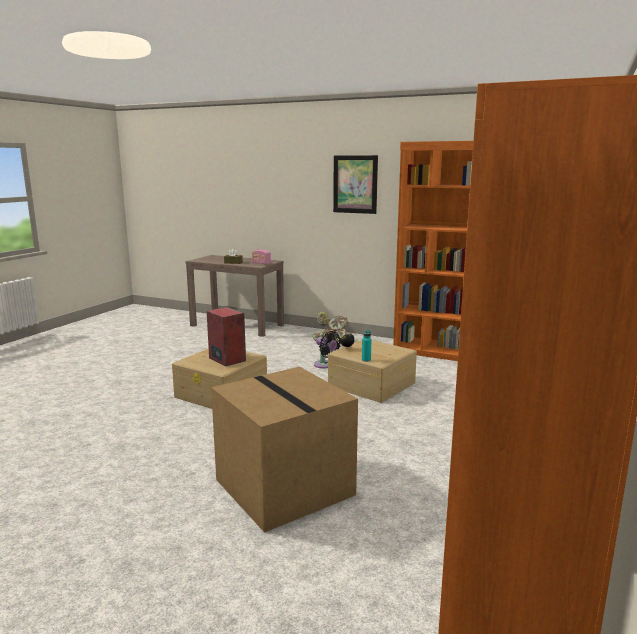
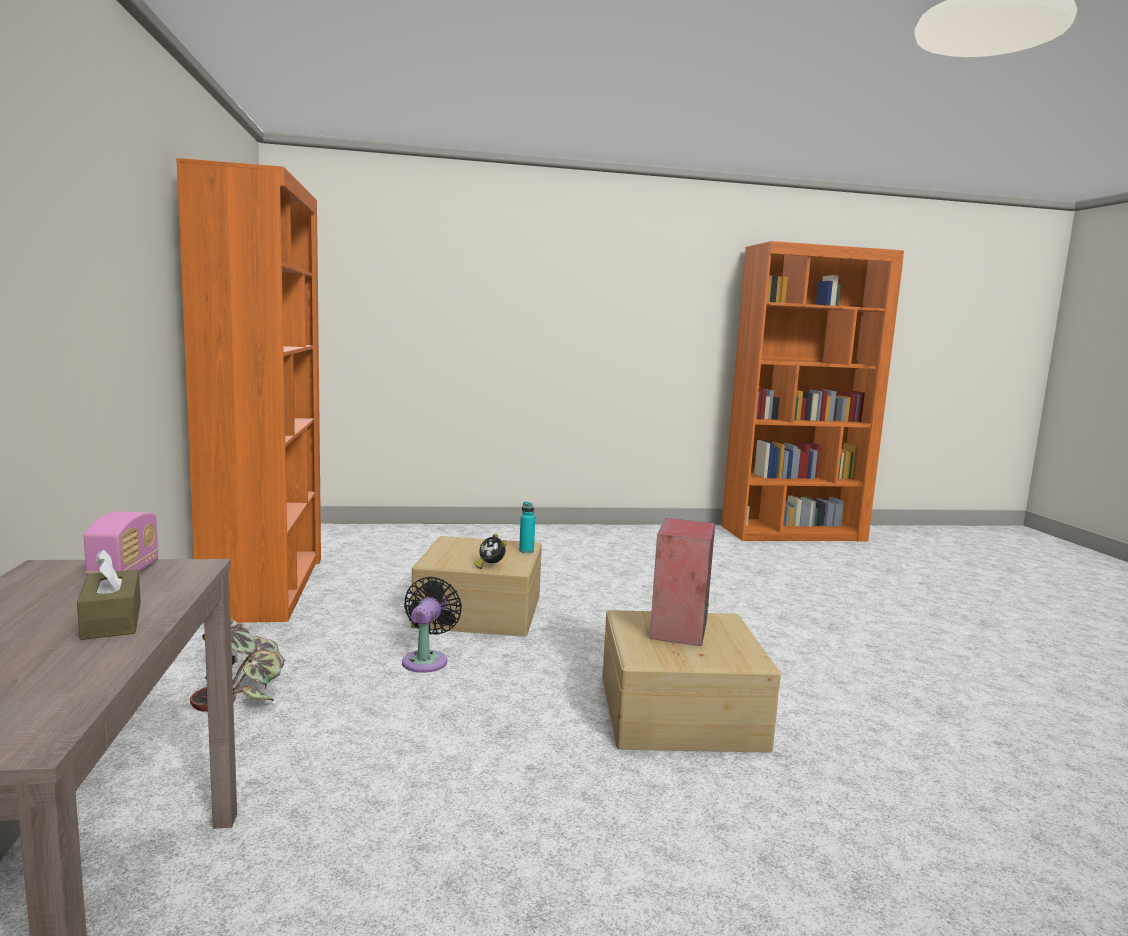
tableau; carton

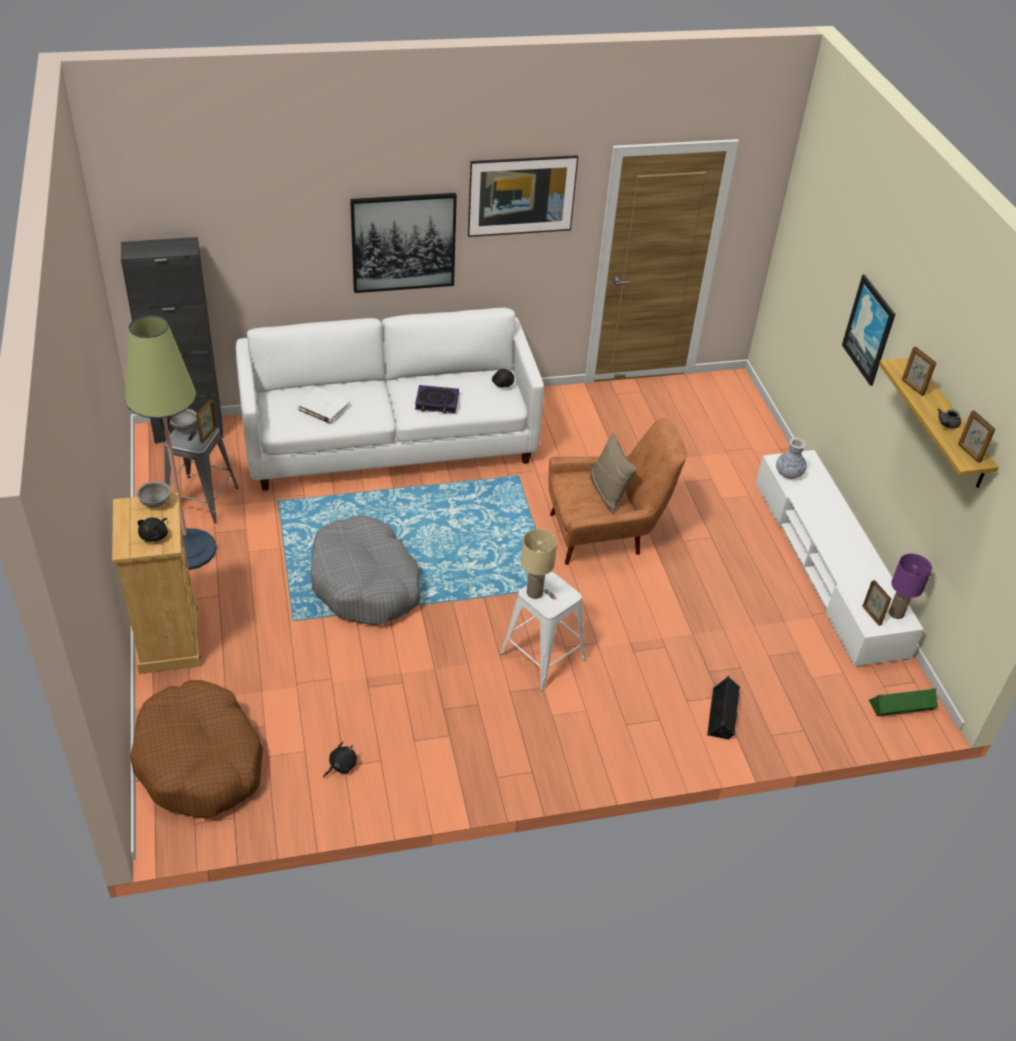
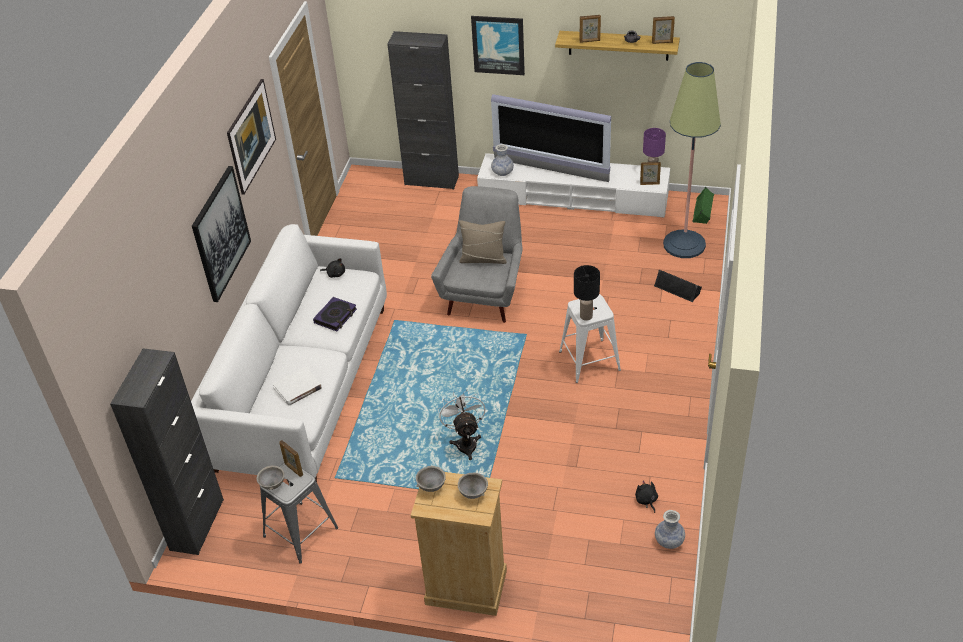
lampadaire; fauteuil/gris; ventilateur/blanc; bol/gris (no. 3 from left); lampe de table/noir; panier pour chien/marron; meuble de rangement/noir (no. 2 from left); téléviseur; vase (no. 2 from left)

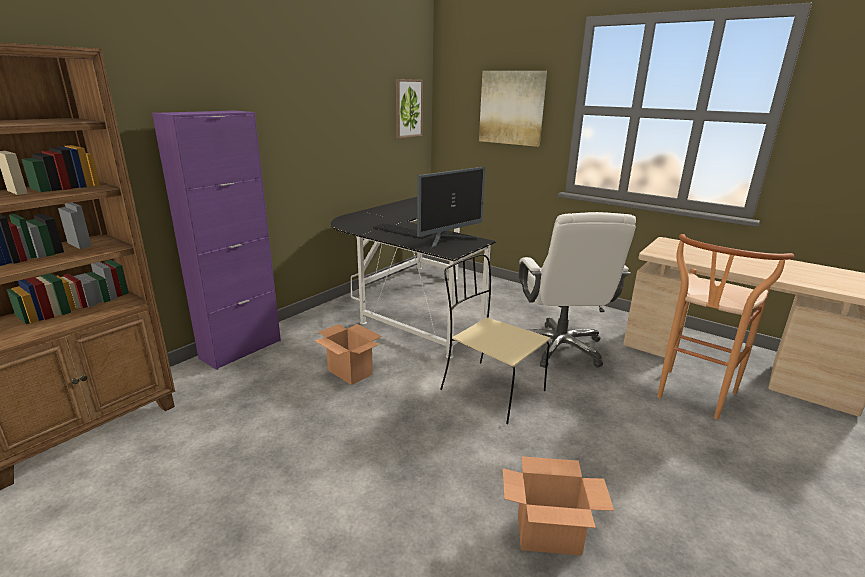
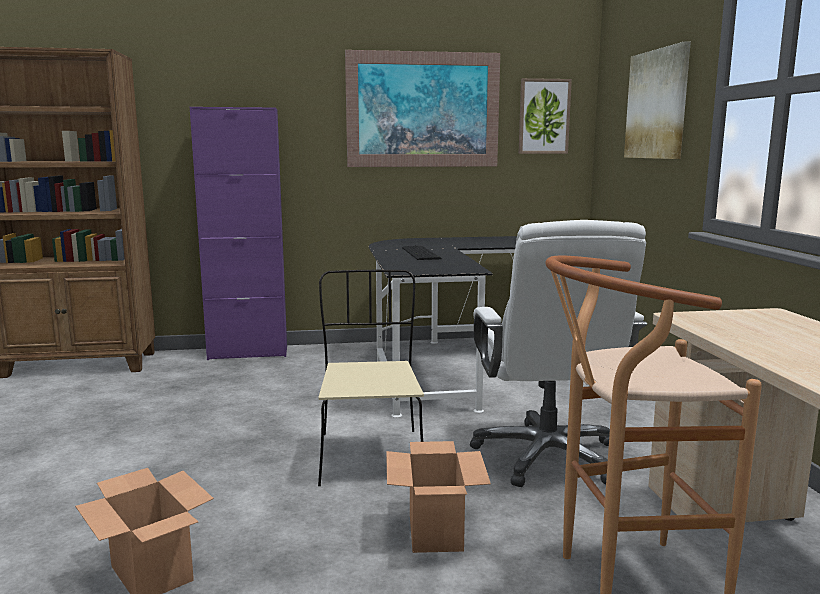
écran d'ordinateur; chaise de bureau/blanc; carton (no. 2 from left); tableau (no. 1 from left)

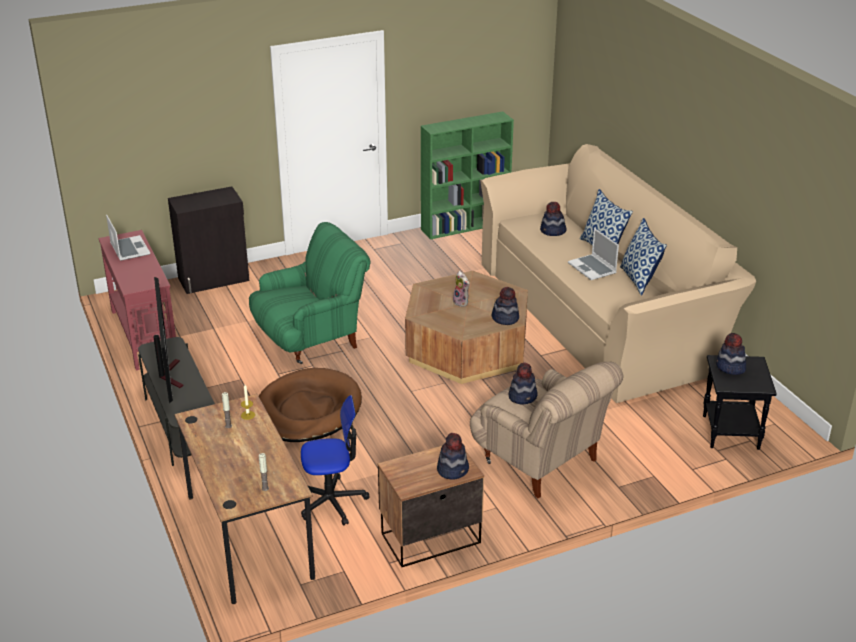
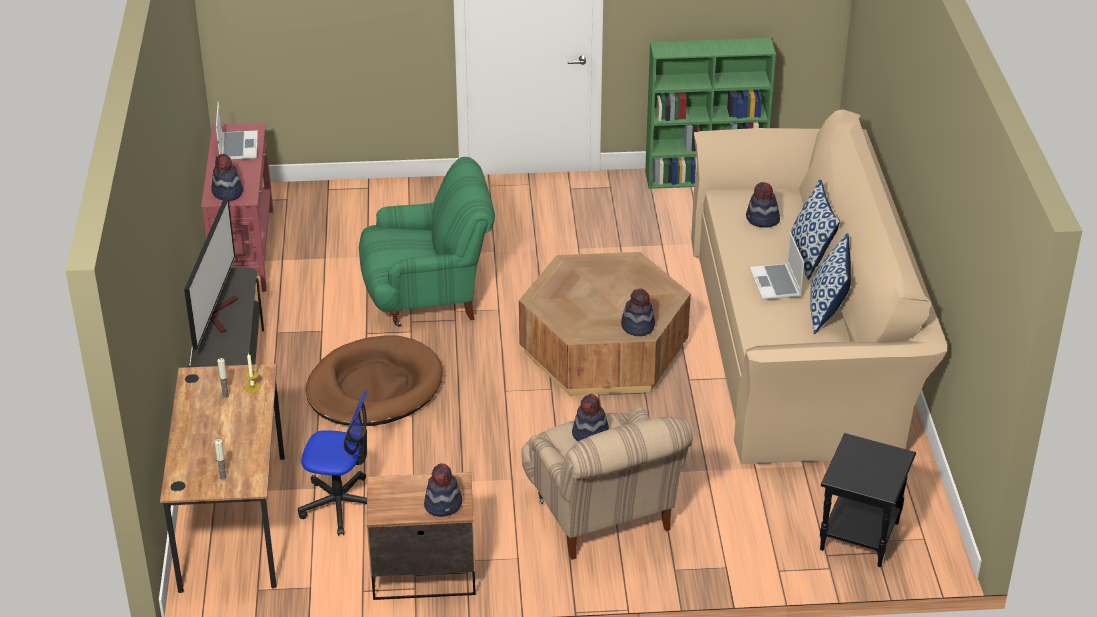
meuble de rangement/noir; peluche; chapeau (no. 1 from left)

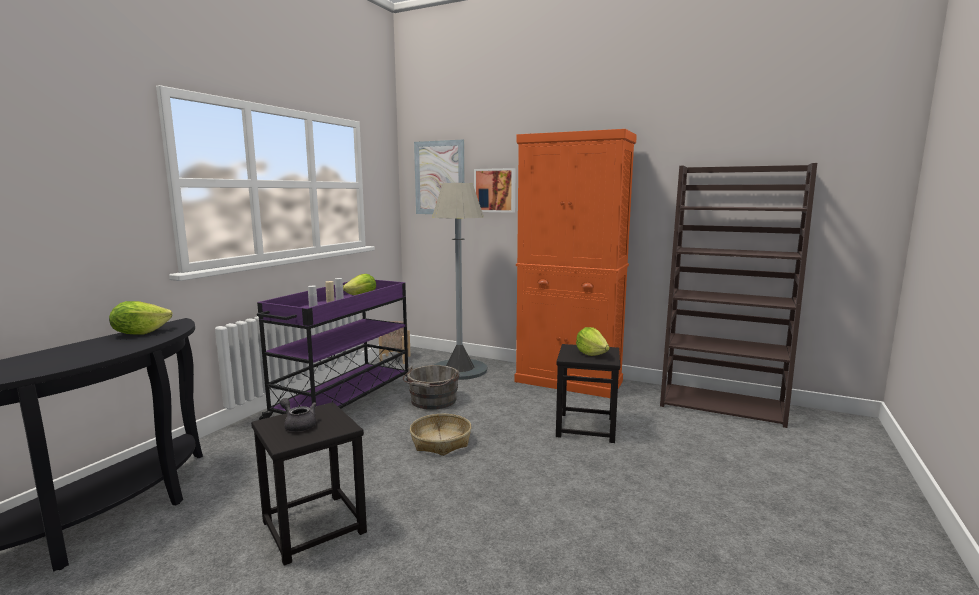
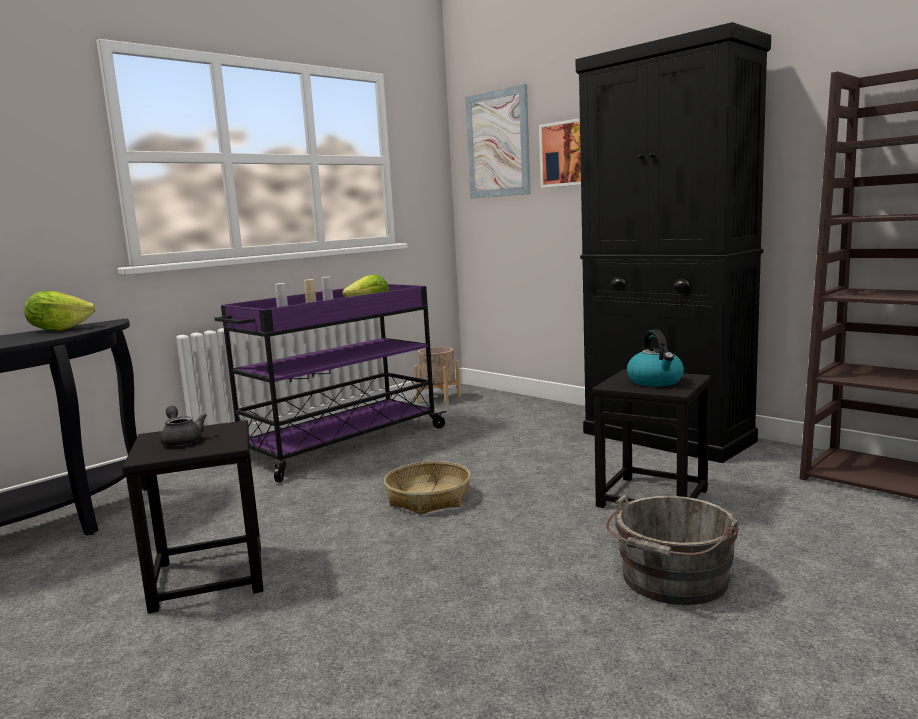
meuble de rangement/noir; lampadaire/gris; bouilloire; seau/gris

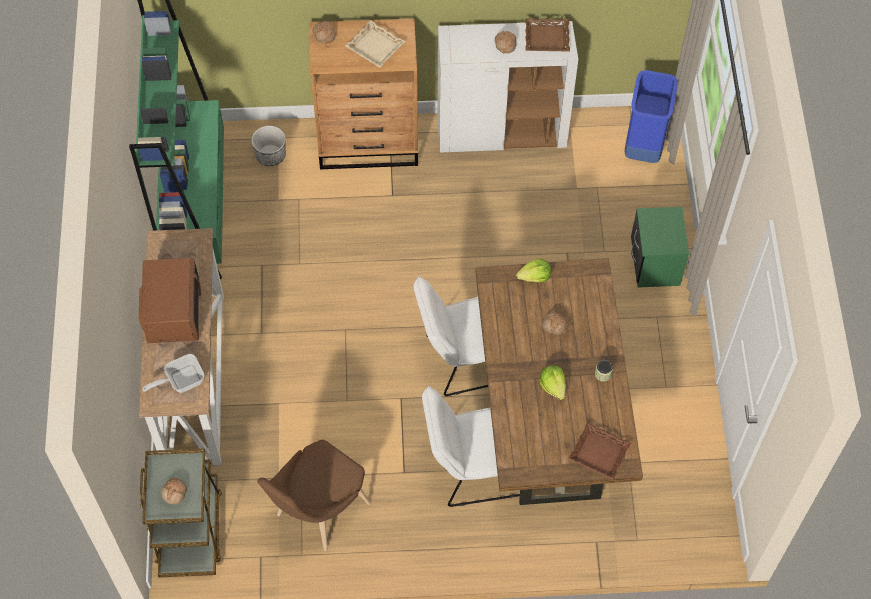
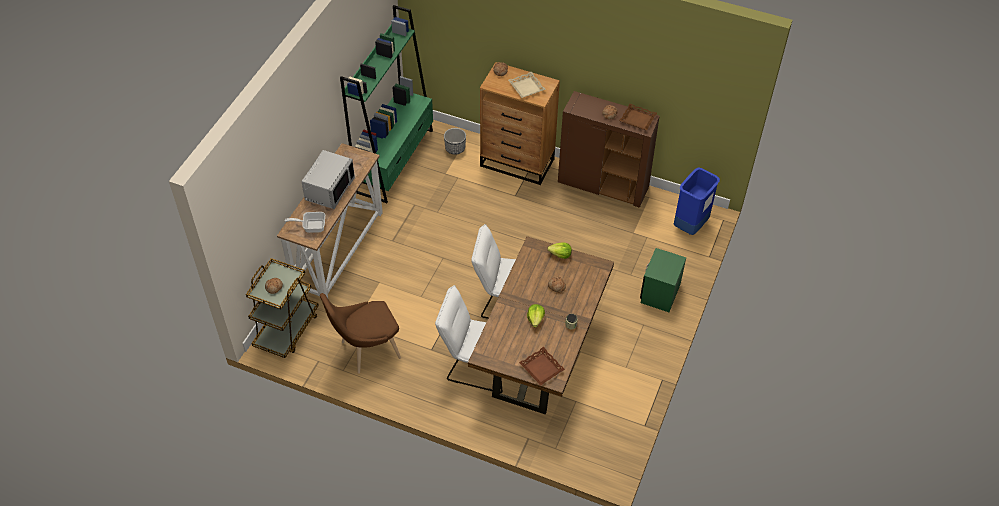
meuble de rangement/marron; micro-ondes/gris

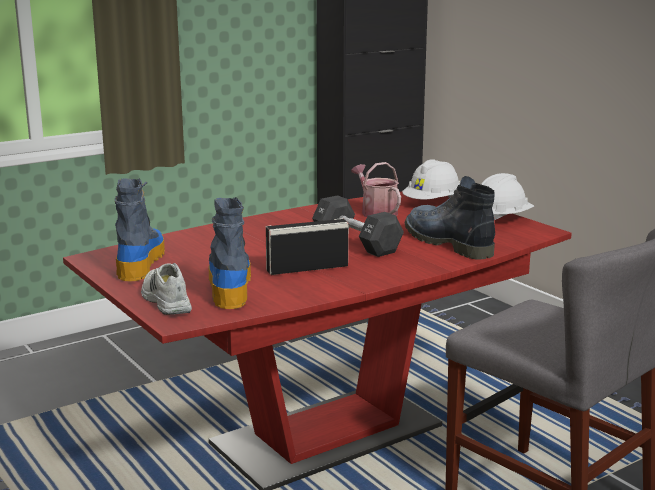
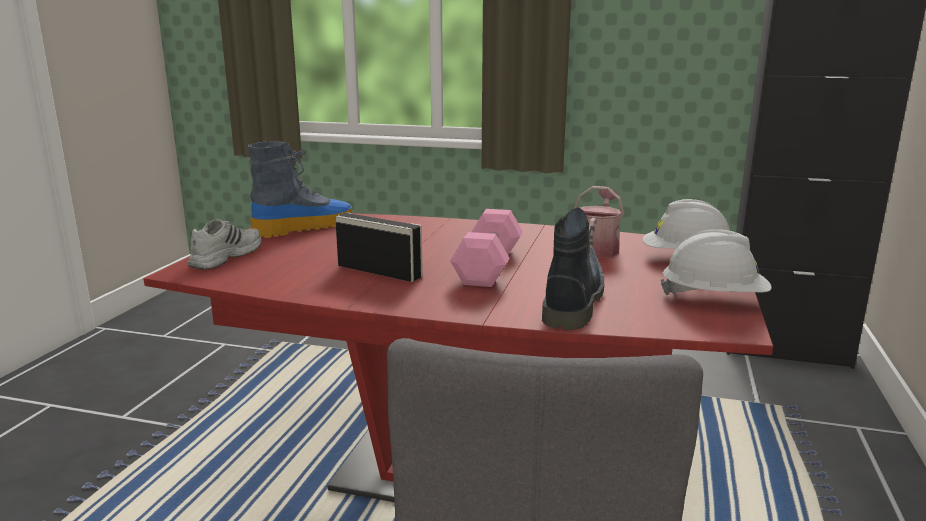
haltère/rose; botte (no. 2 from left in the first image)

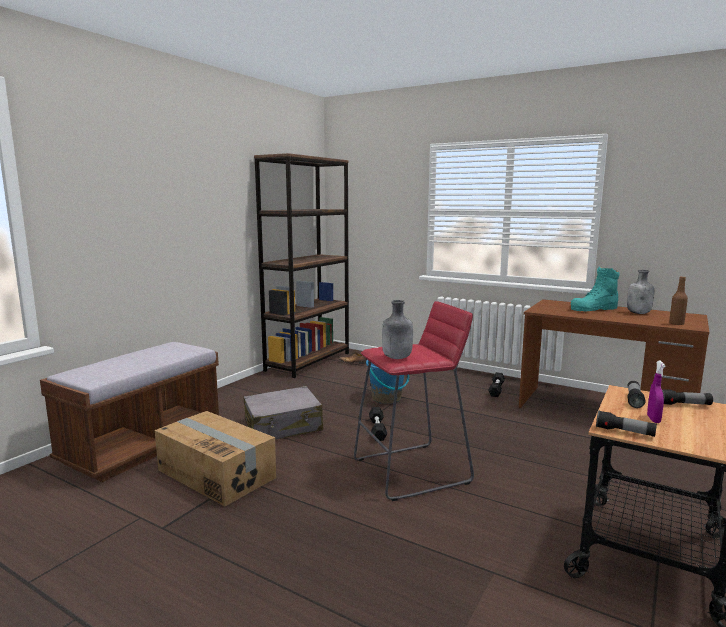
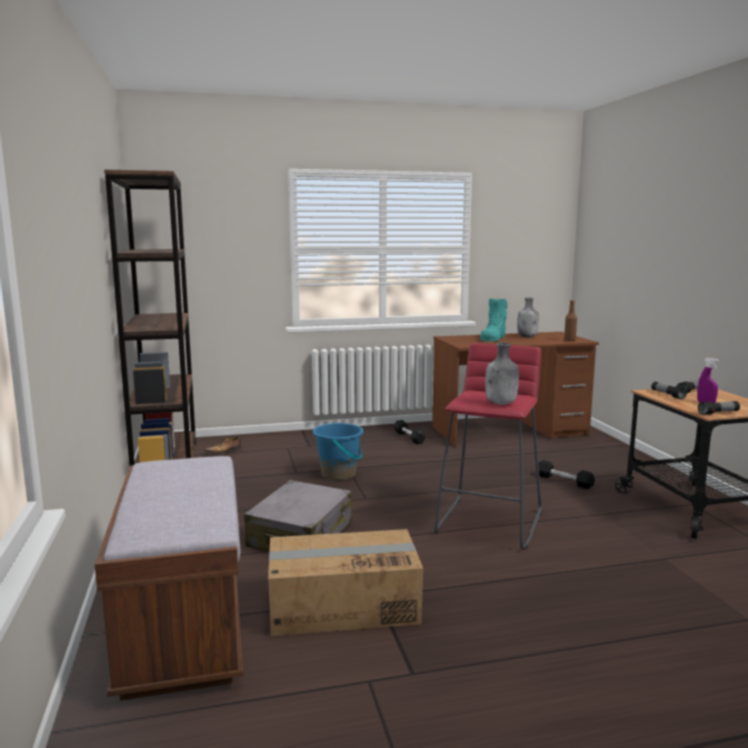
haltère/noir (no. 2 from left)

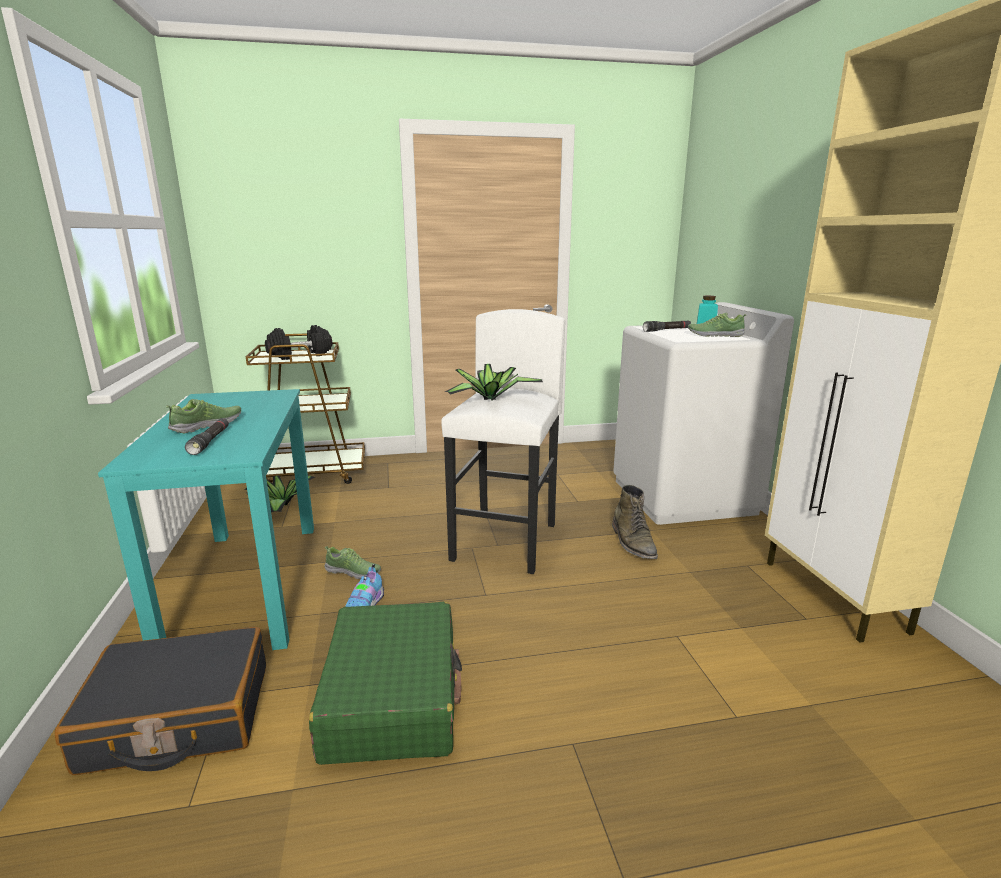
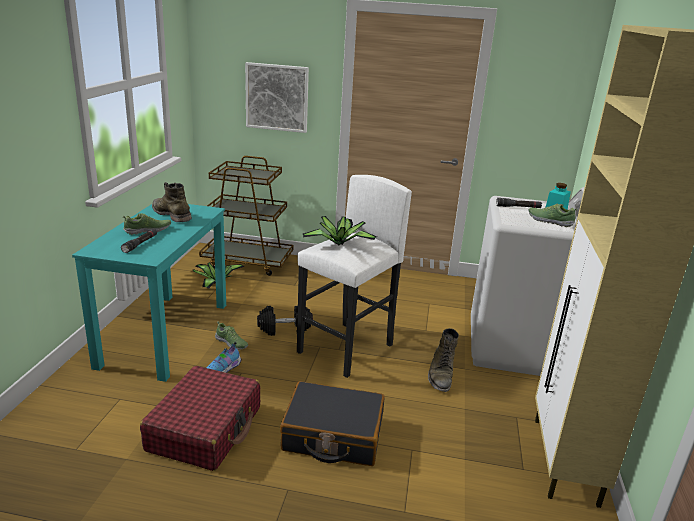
haltère/noir; valise/rouge; valise/noir; tableau; botte/vert (no. 1 from left)

